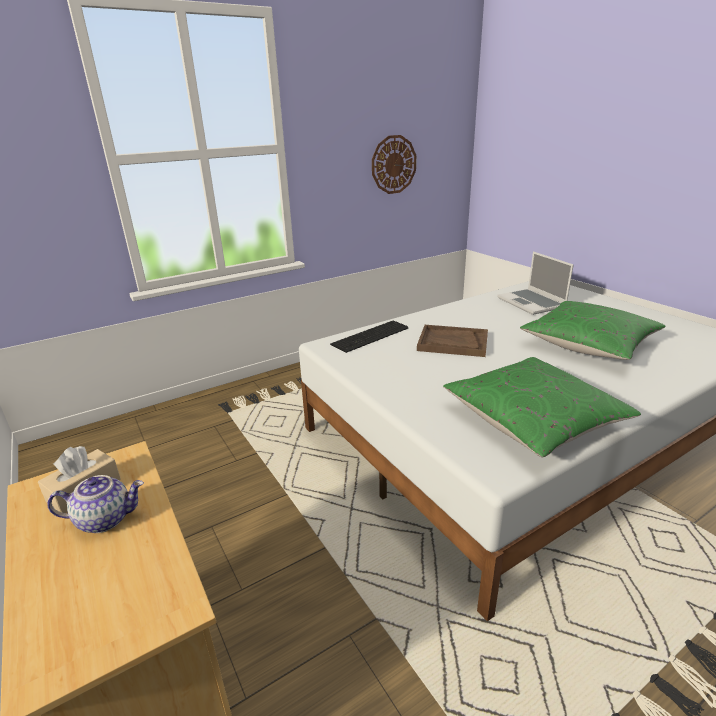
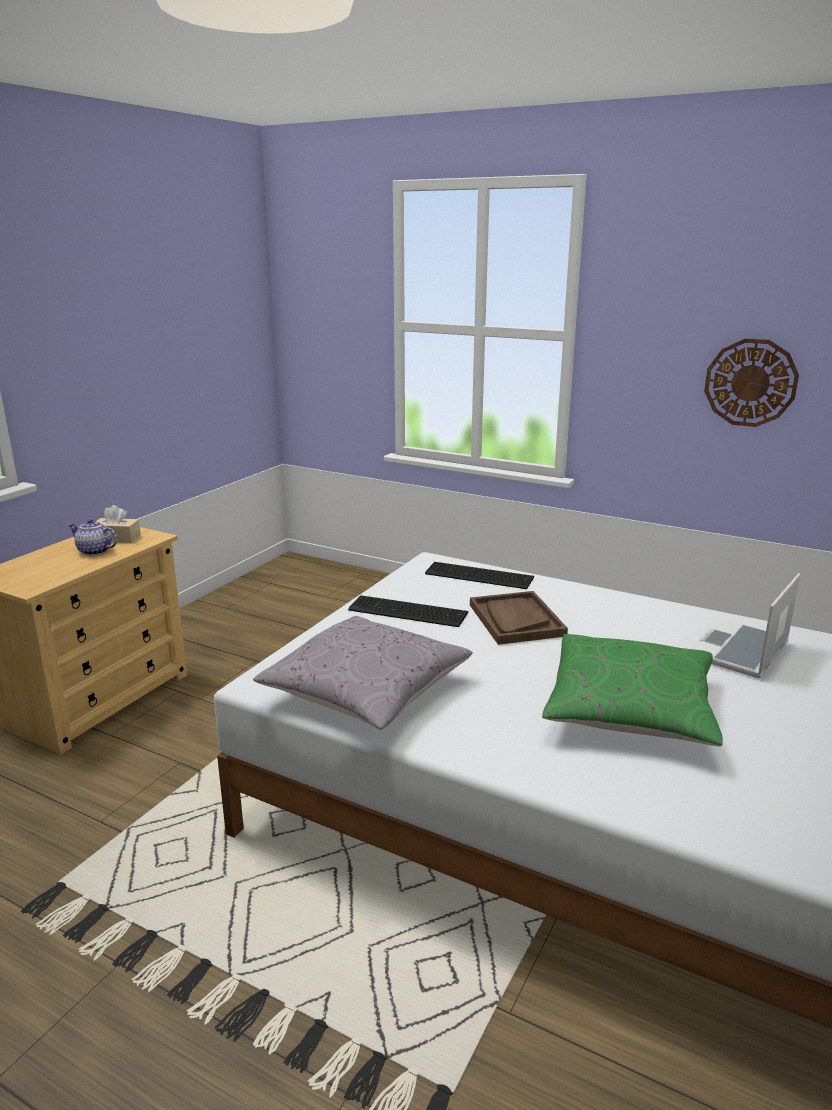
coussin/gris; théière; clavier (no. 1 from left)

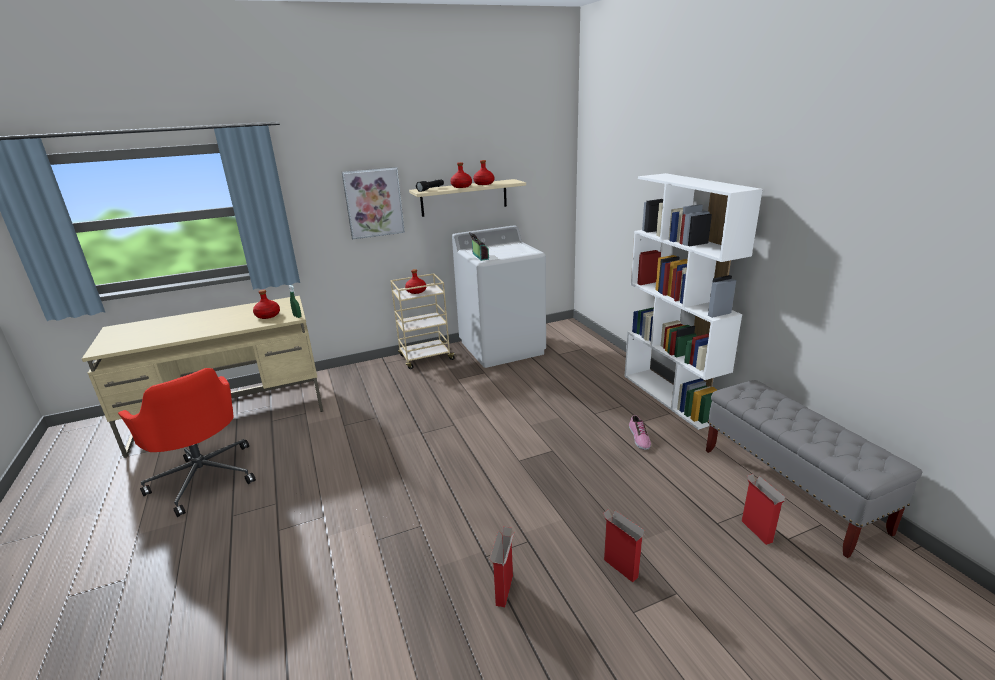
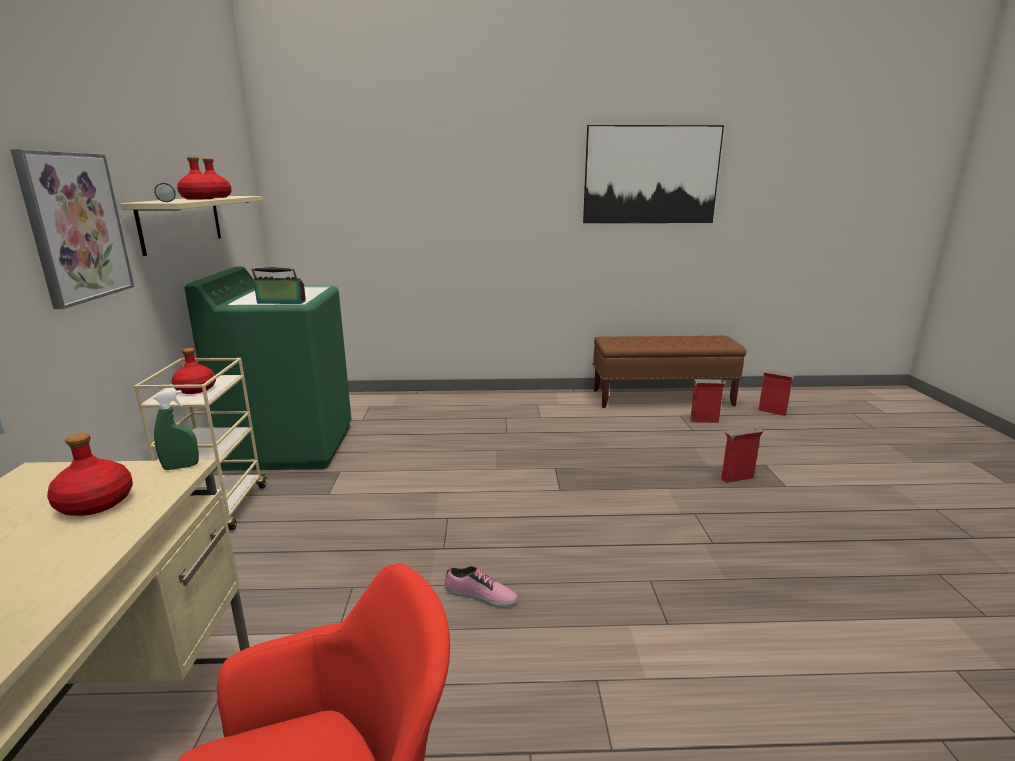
bibliothèque/blanc; lave-linge/vert; banc/marron; chaussure; carton (no. 3 from left); tableau (no. 2 from left)

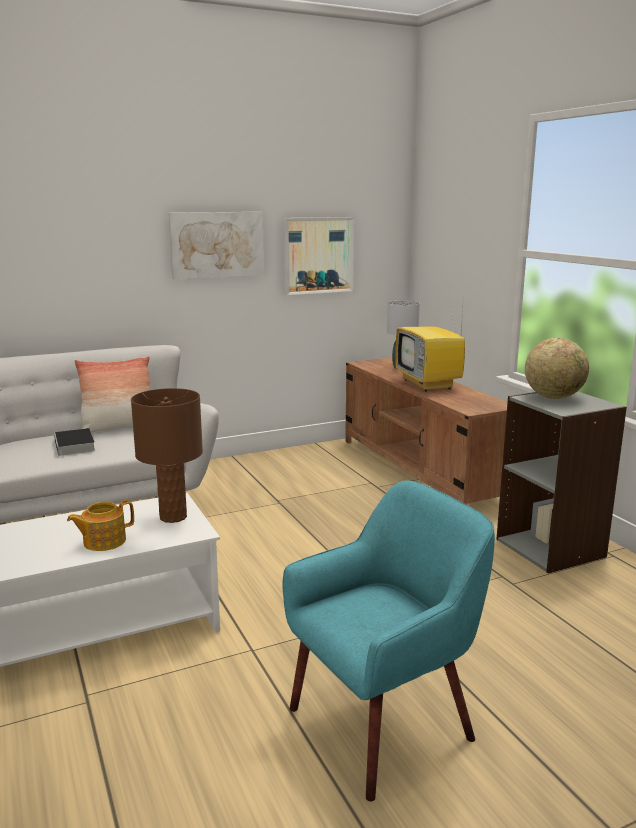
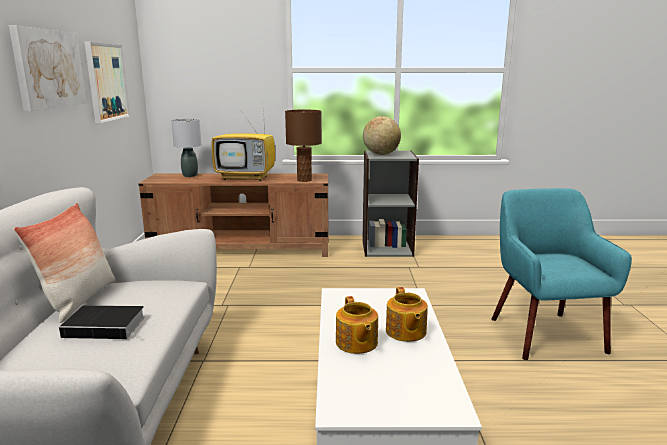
lampe de table/marron; théière (no. 1 from left)

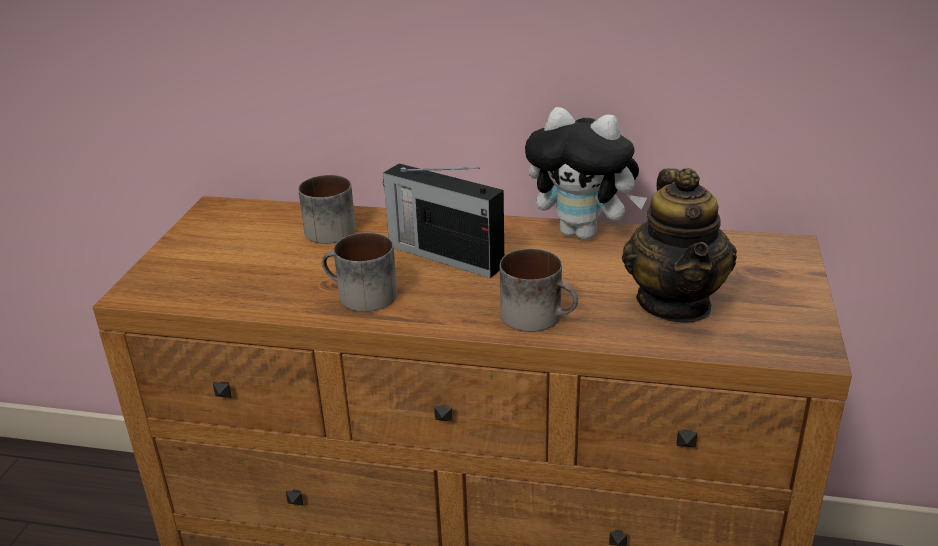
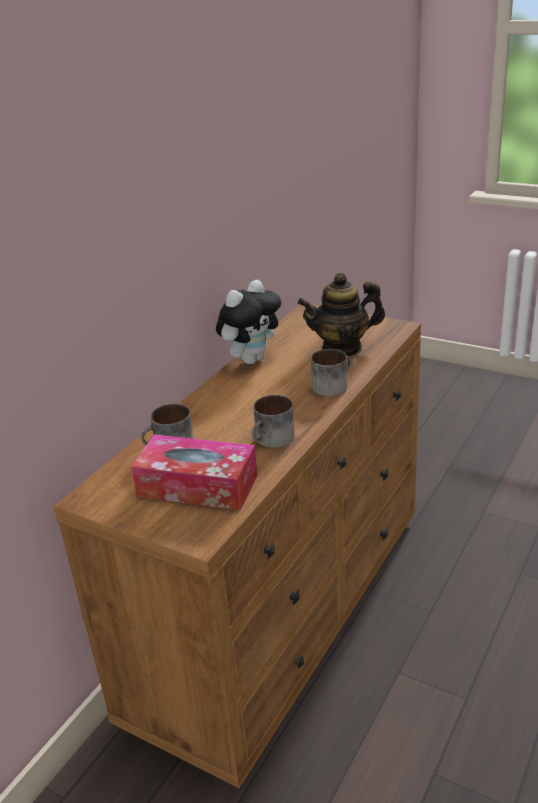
radio; théière; boîte à mouchoirs

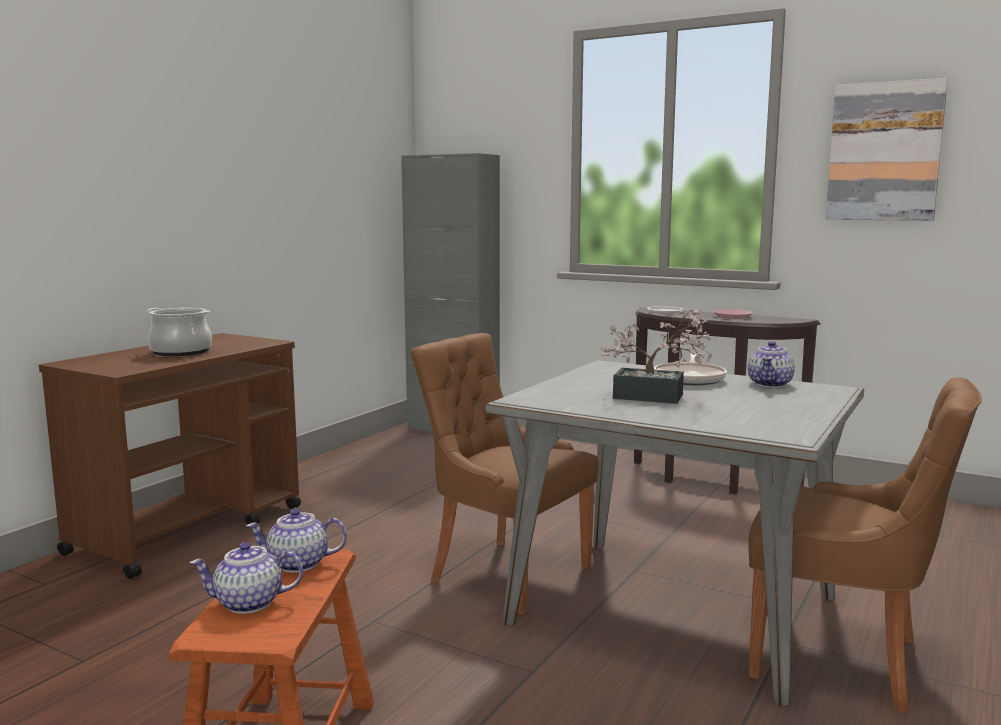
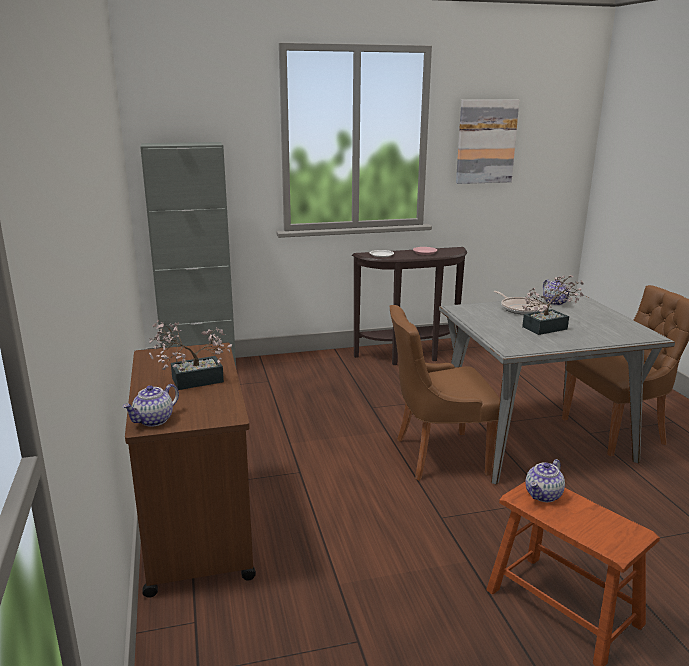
plante en pot (no. 1 from left); théière (no. 1 from left)

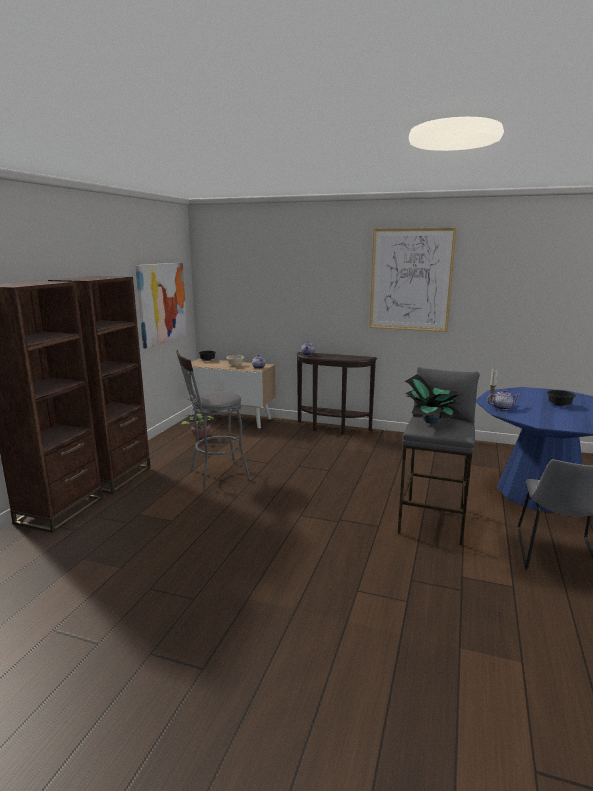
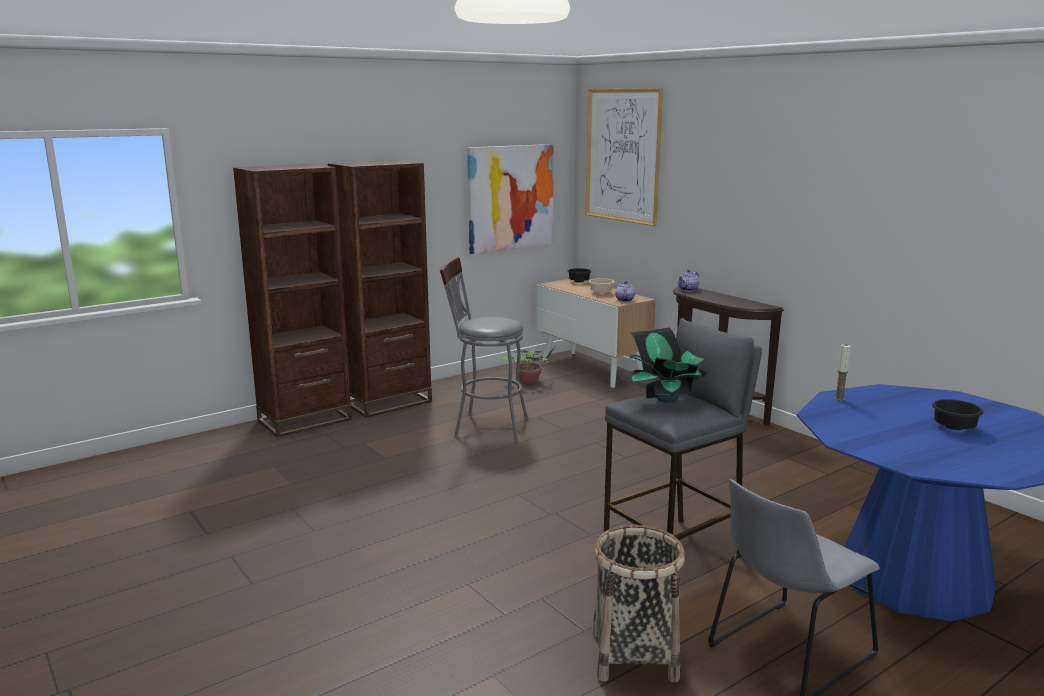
tableau (no. 2 from left); théière (no. 3 from left in the first image); panier

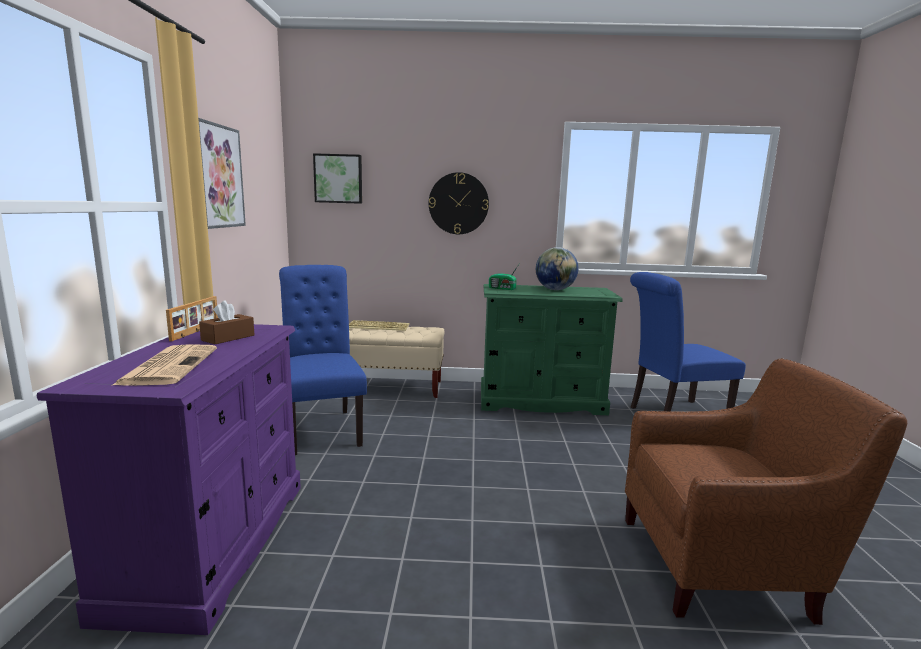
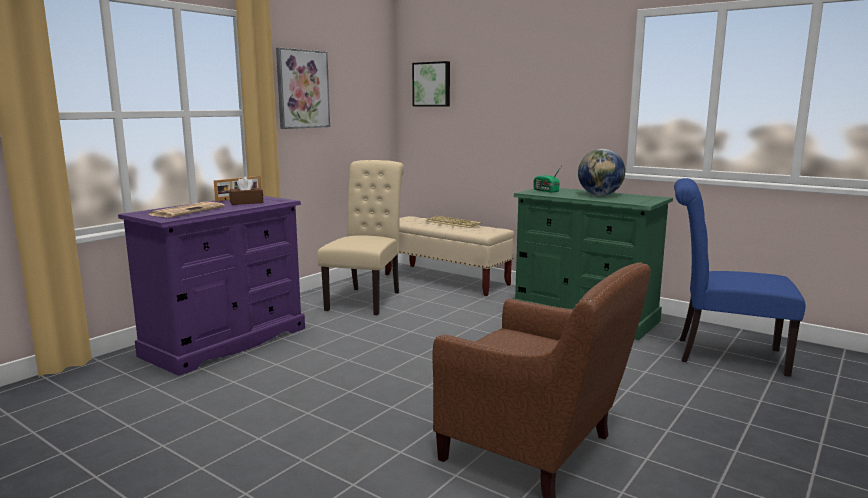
horloge murale; chaise/beige

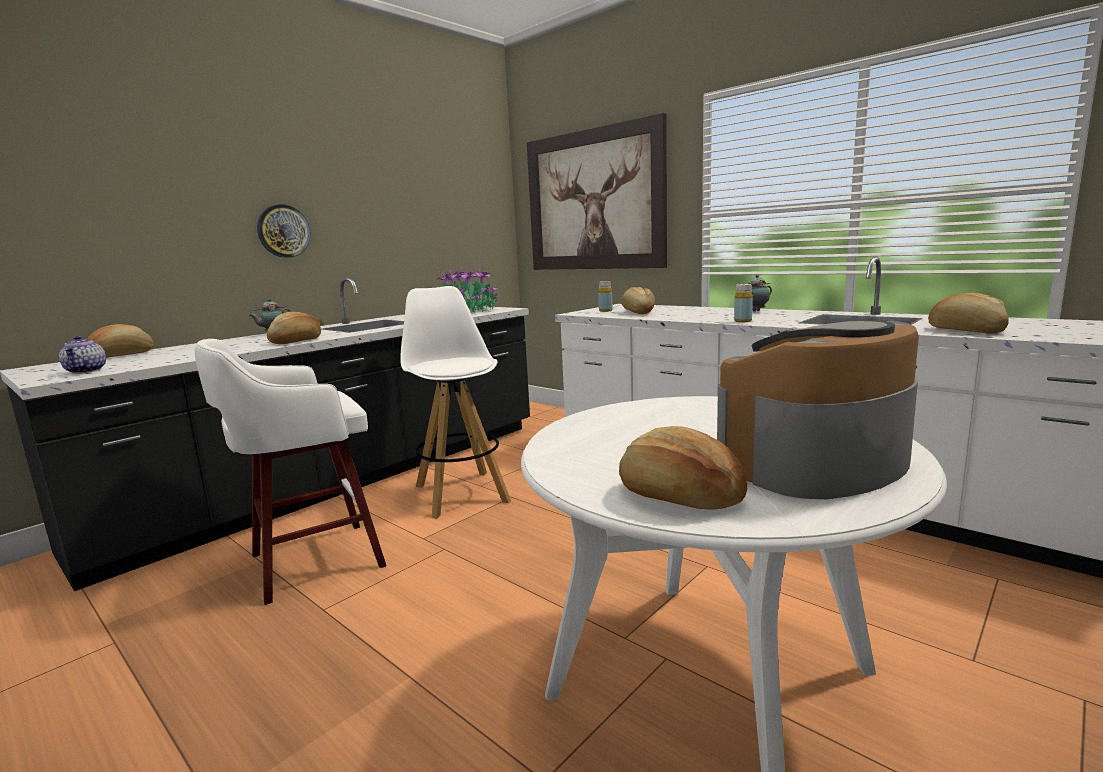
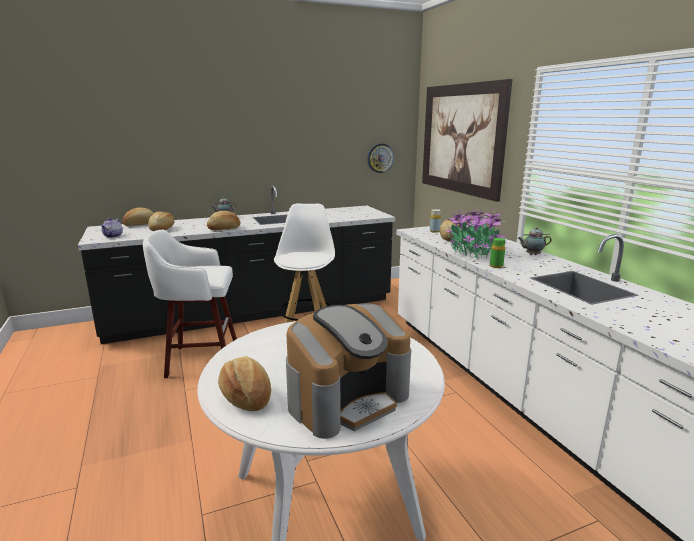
horloge murale; plante en pot; bouteille/vert; pain (no. 2 from left); machine à café

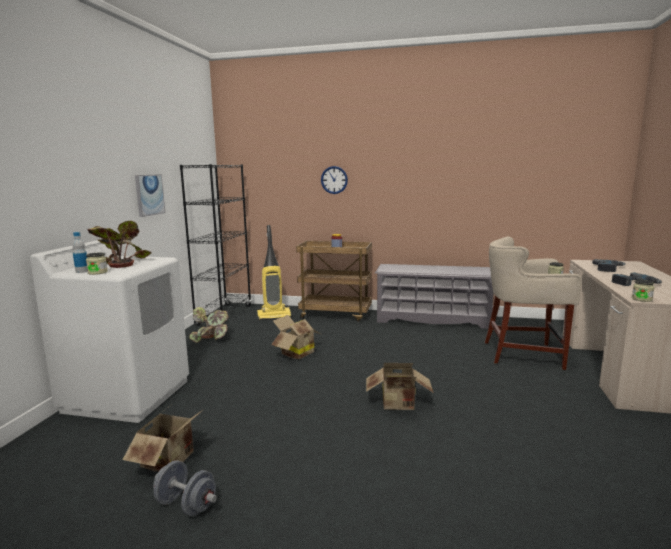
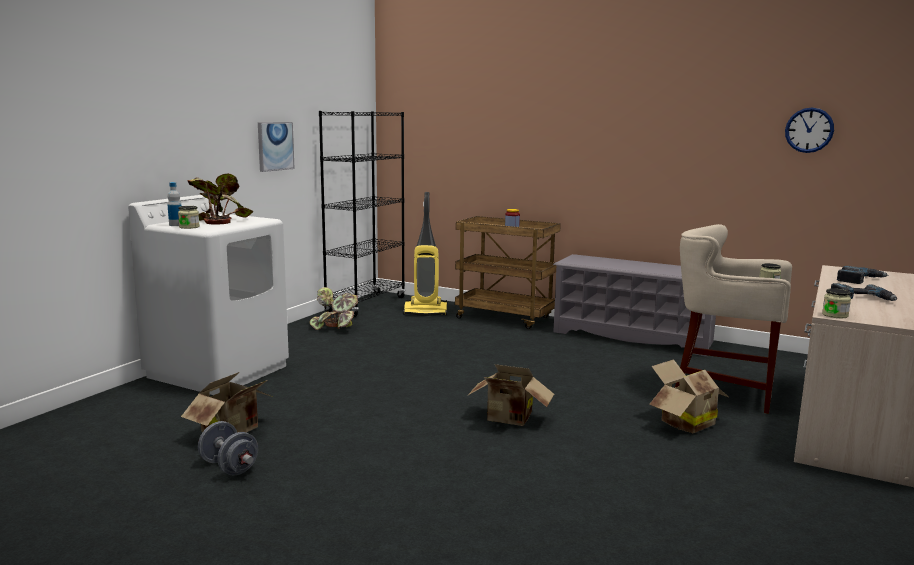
horloge murale; carton (no. 3 from left)

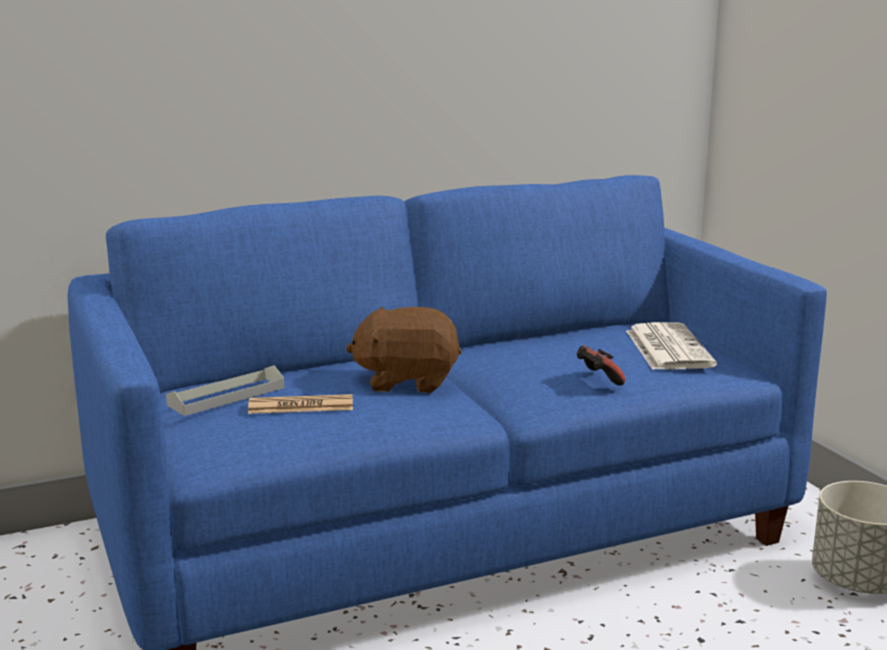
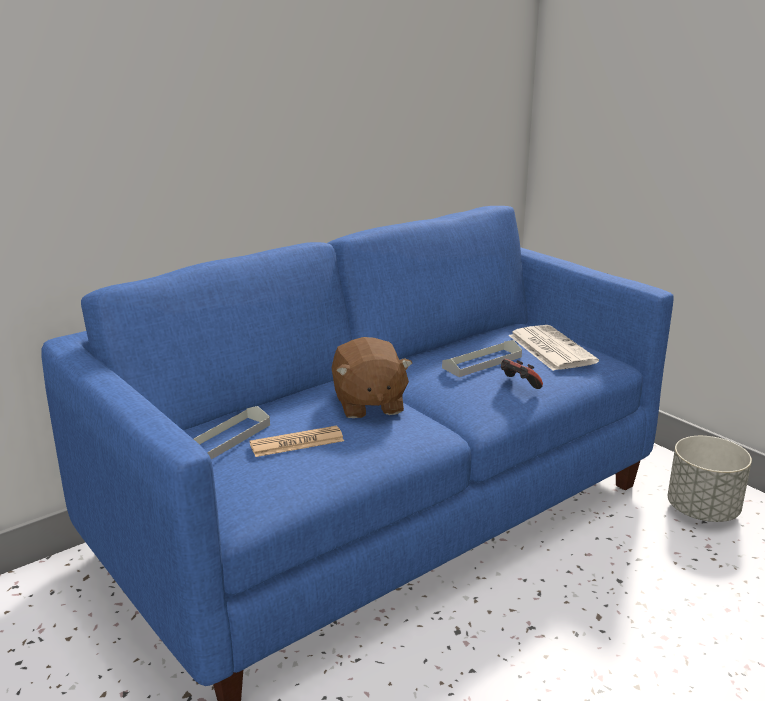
peluche/marron; plateau/gris (no. 2 from left)

